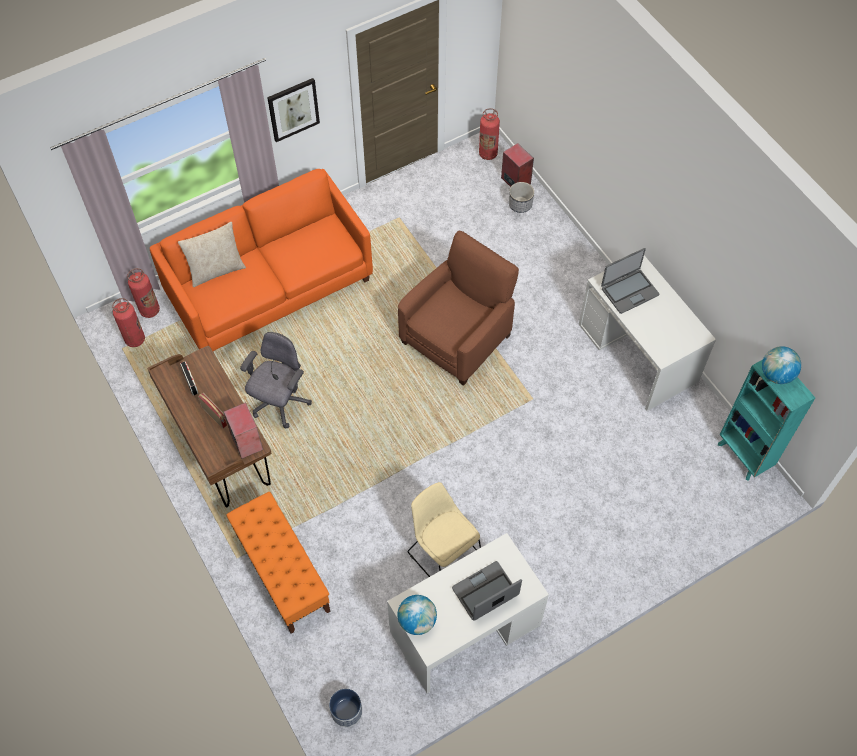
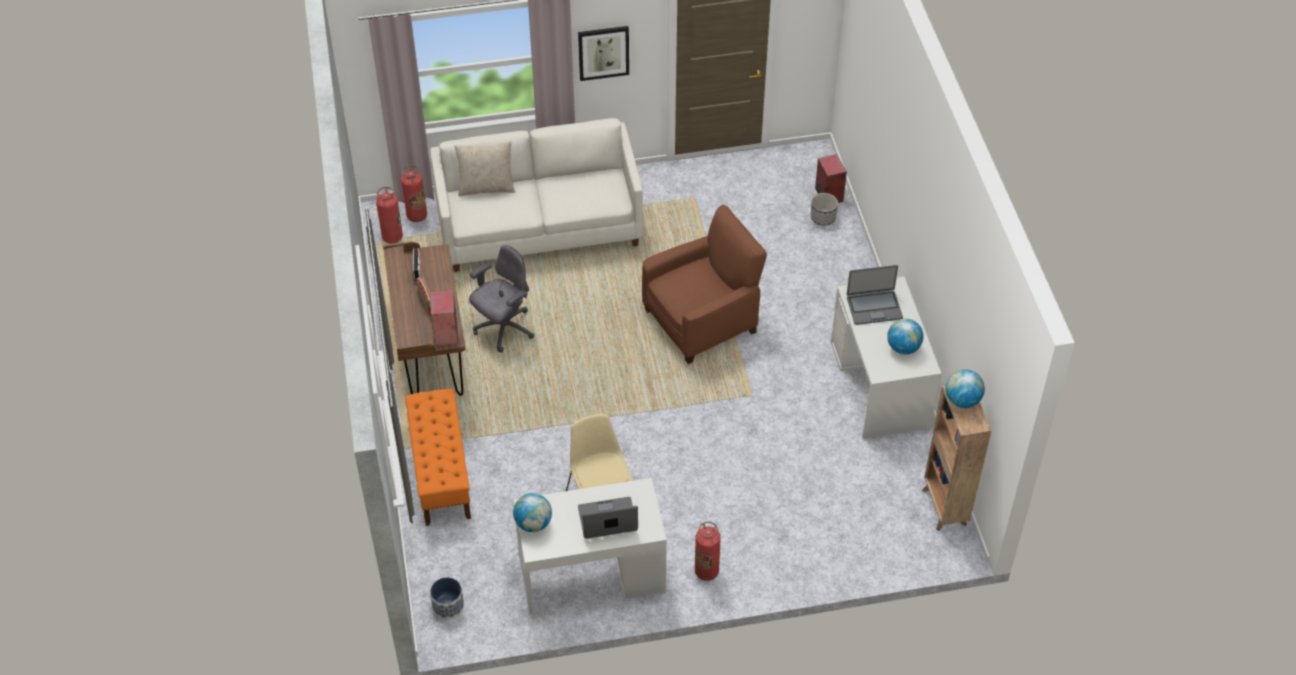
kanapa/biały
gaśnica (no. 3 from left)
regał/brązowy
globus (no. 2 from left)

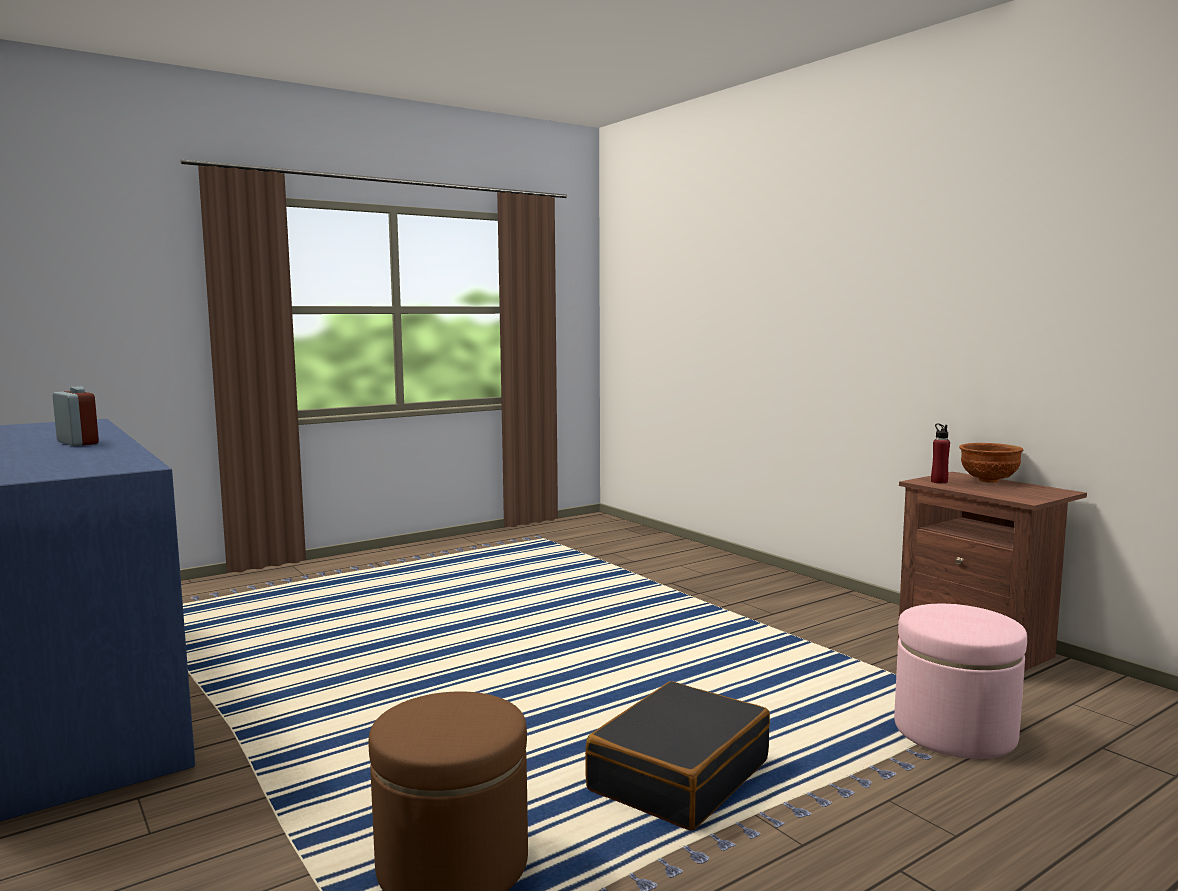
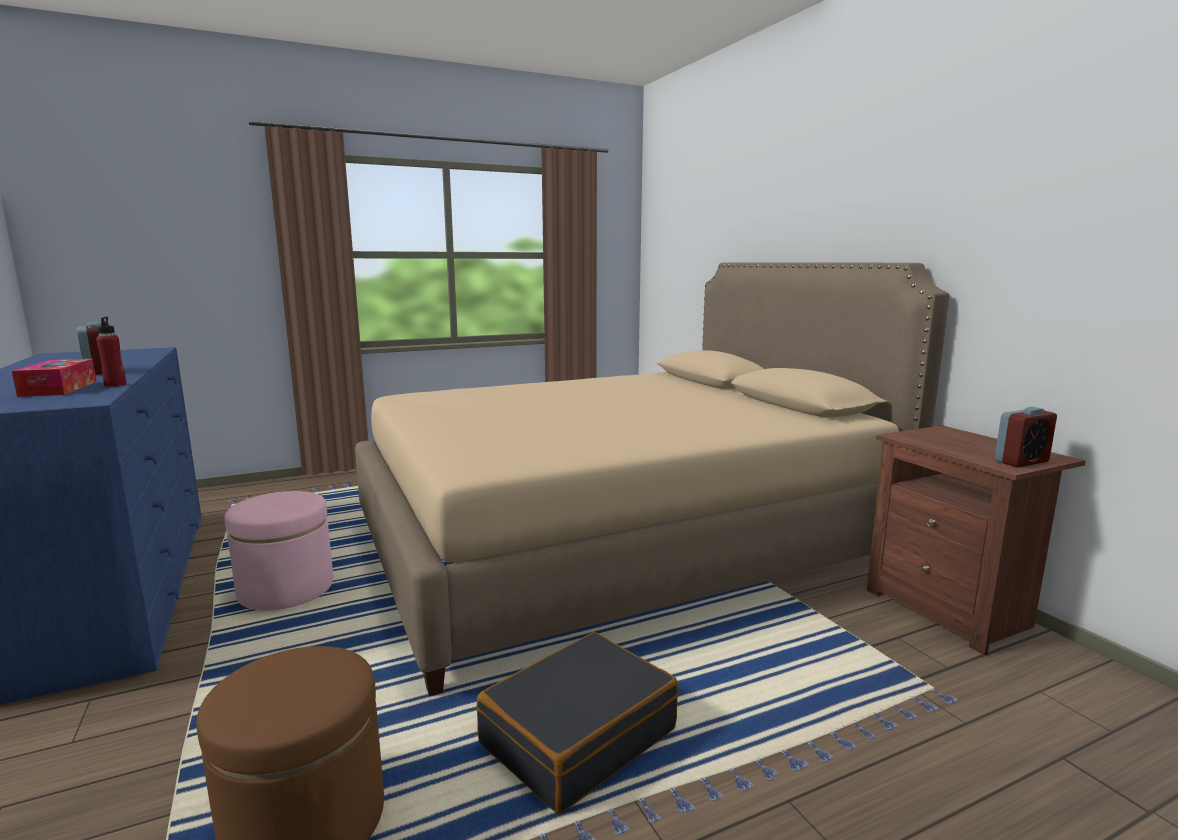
pufa/różowy
butelka/czerwony
miska/brązowy
pudełko chusteczek
łóżko/beżowy
budzik (no. 2 from left)

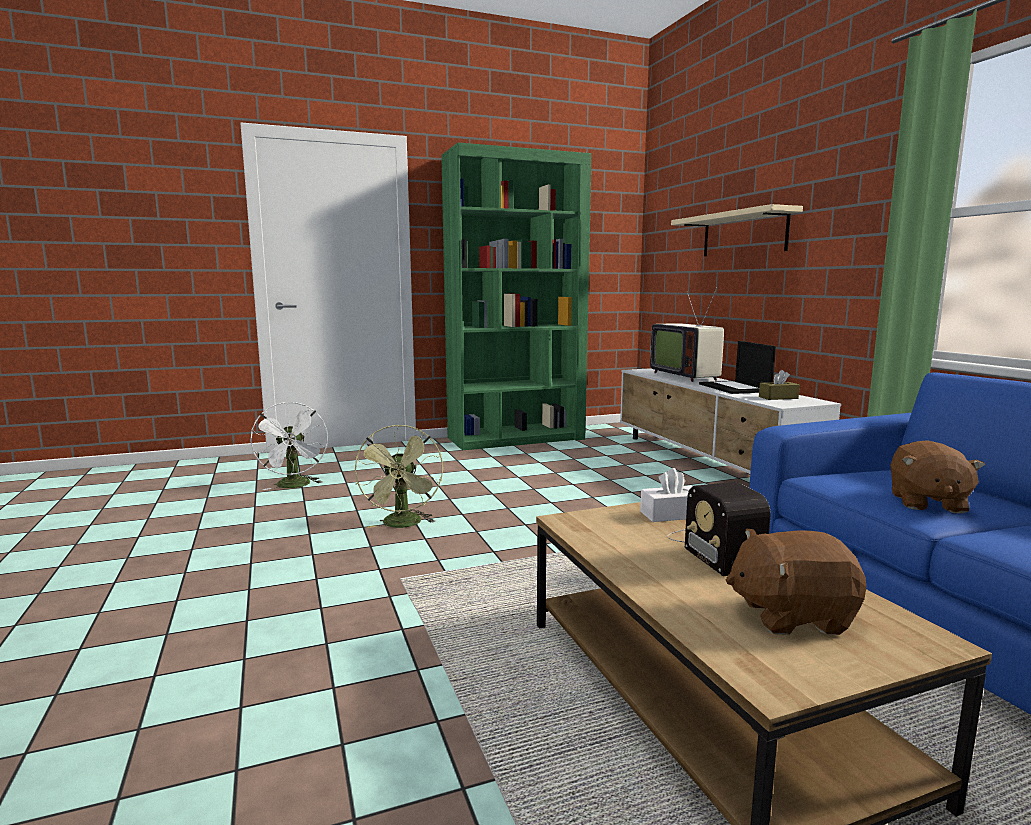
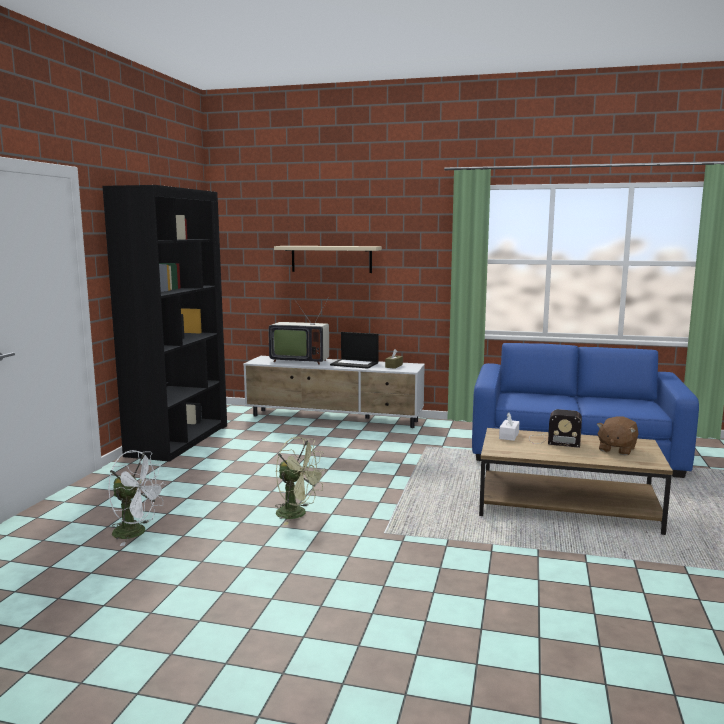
regał/czarny
pluszak/brązowy (no. 2 from left in the first image)

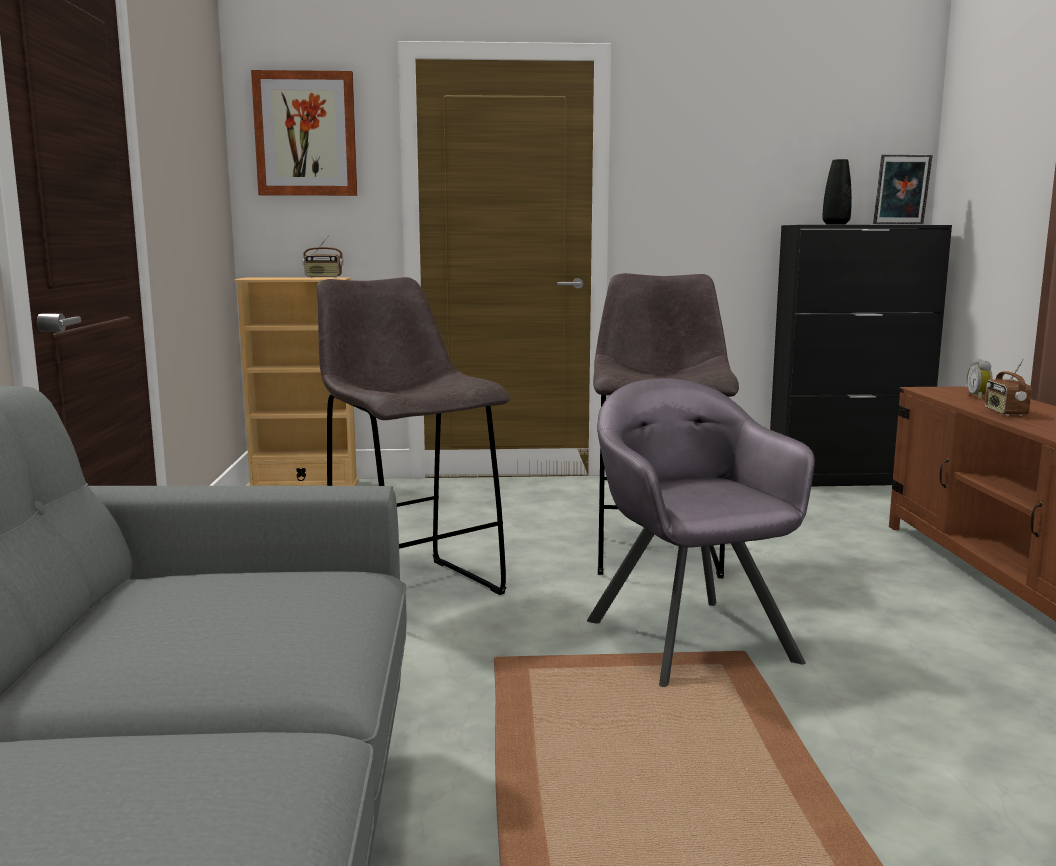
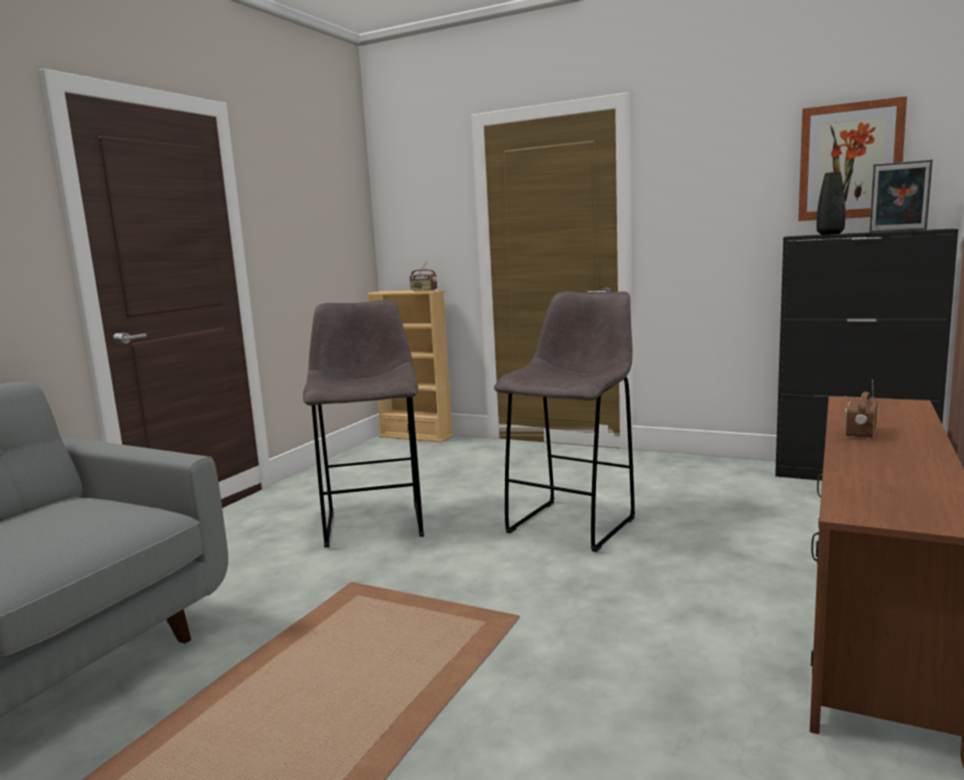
obraz
fotel/szary
budzik

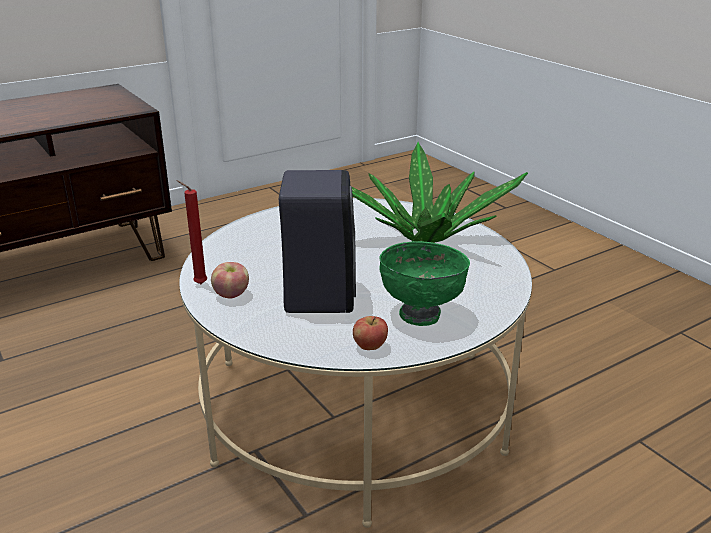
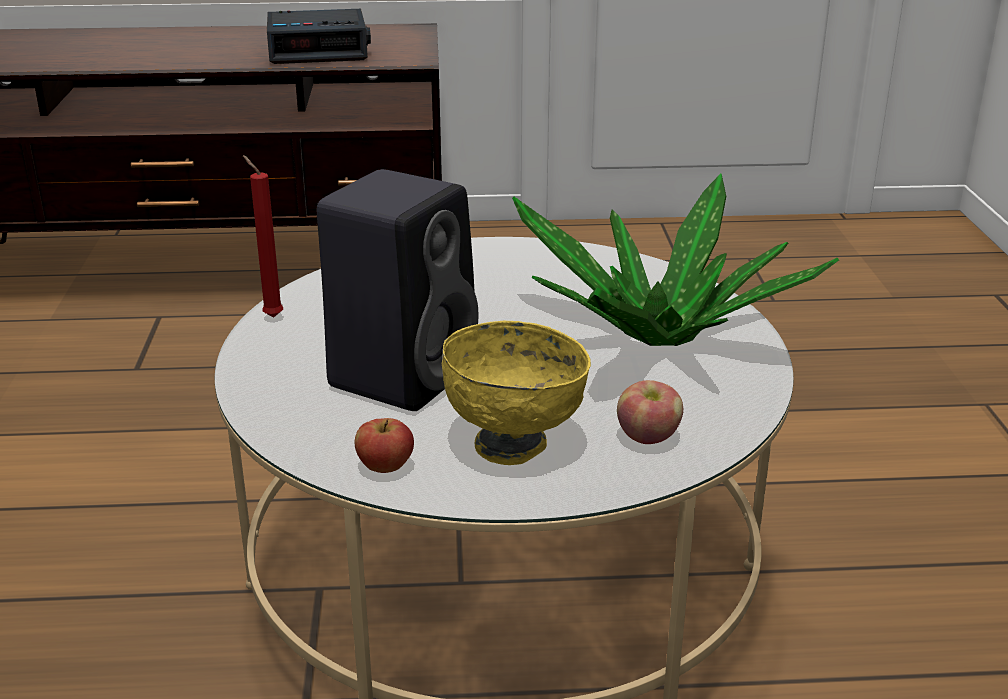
jabłko (no. 2 from left)
miska/żółty
budzik

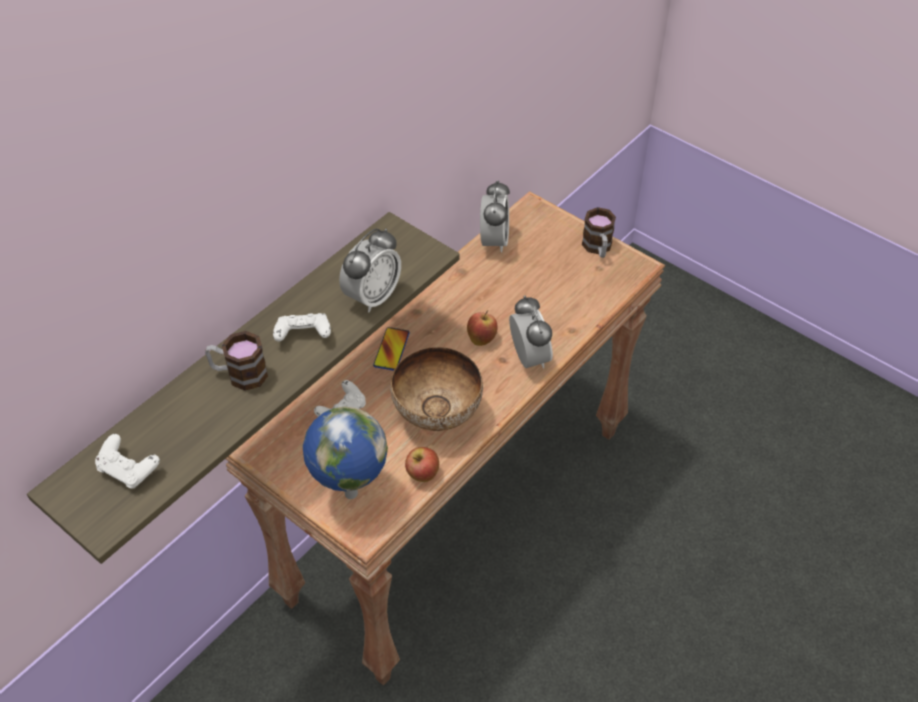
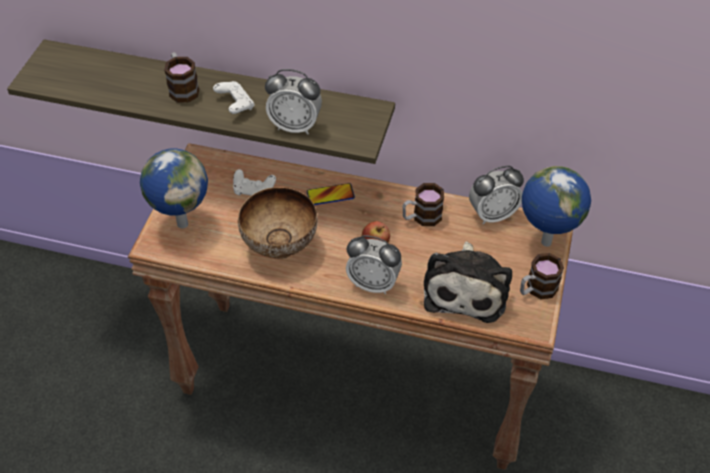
pad do gier/biały (no. 1 from left in the first image)
jabłko (no. 1 from left in the first image)
budzik (no. 2 from left)
kubek (no. 2 from left)
pluszak
globus (no. 2 from left)

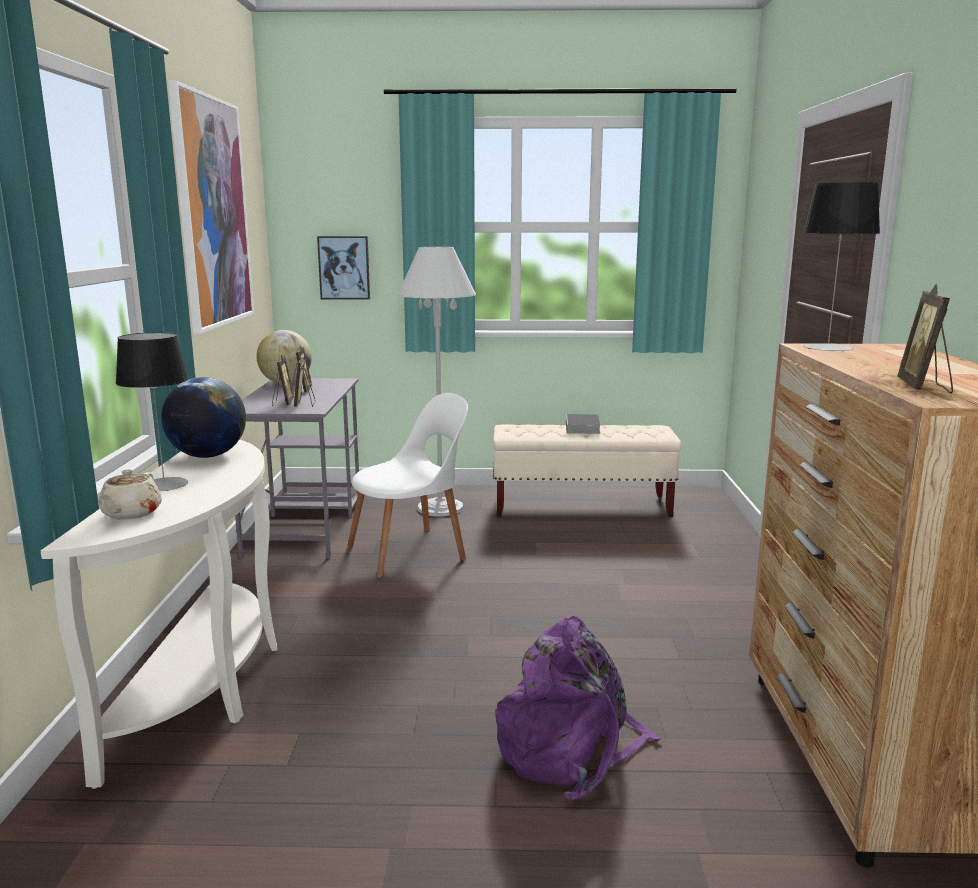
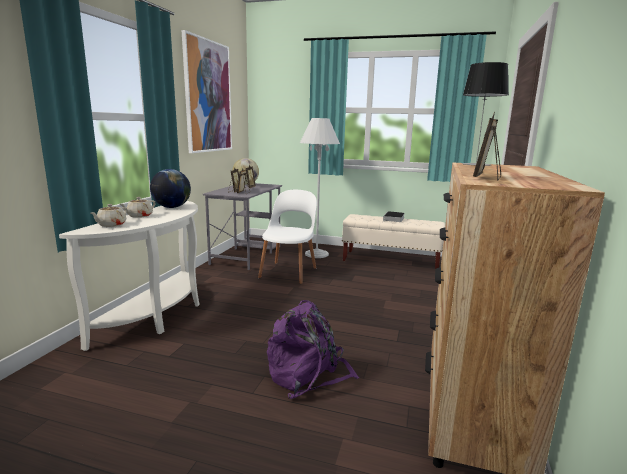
imbryk/beżowy (no. 2 from left)
obraz (no. 2 from left in the first image)
krzesło/biały

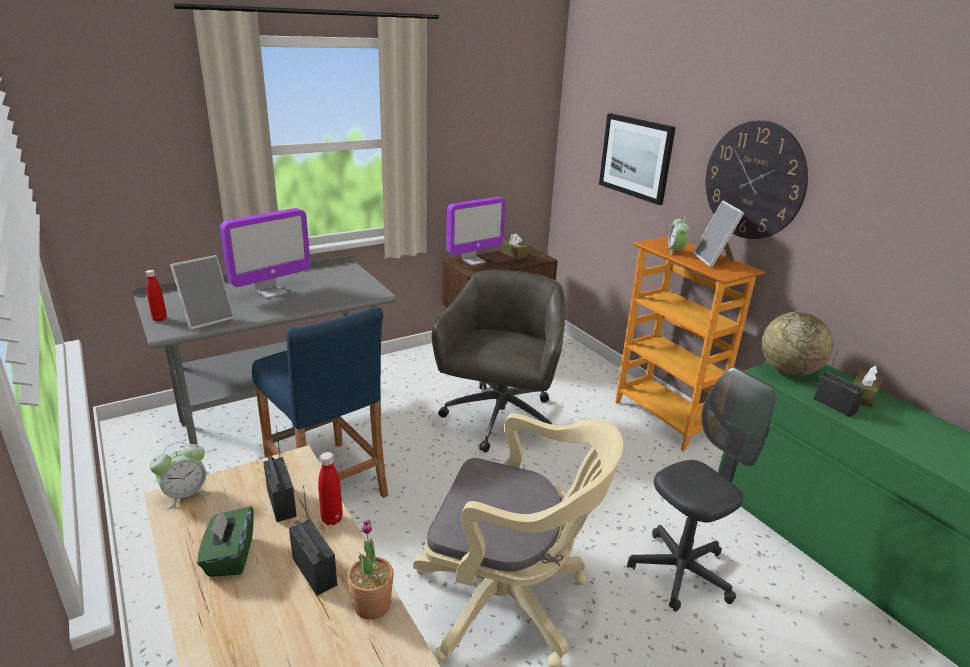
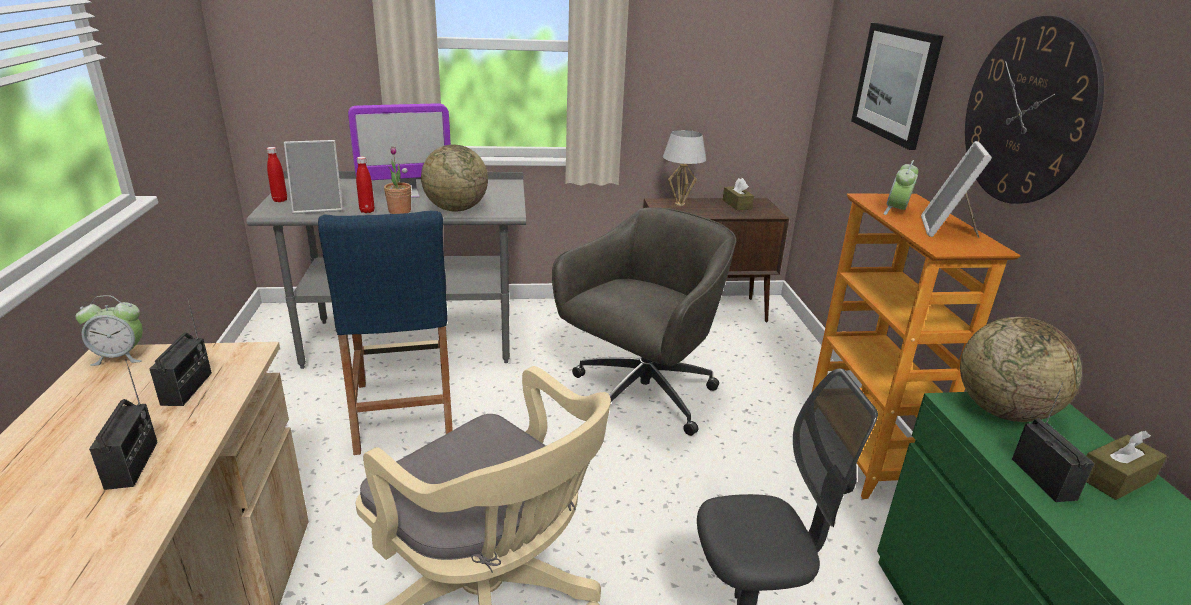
pudełko chusteczek/zielony
butelka/czerwony (no. 2 from left)
roślina doniczkowa
lampa stołowa/biały
globus (no. 1 from left)

